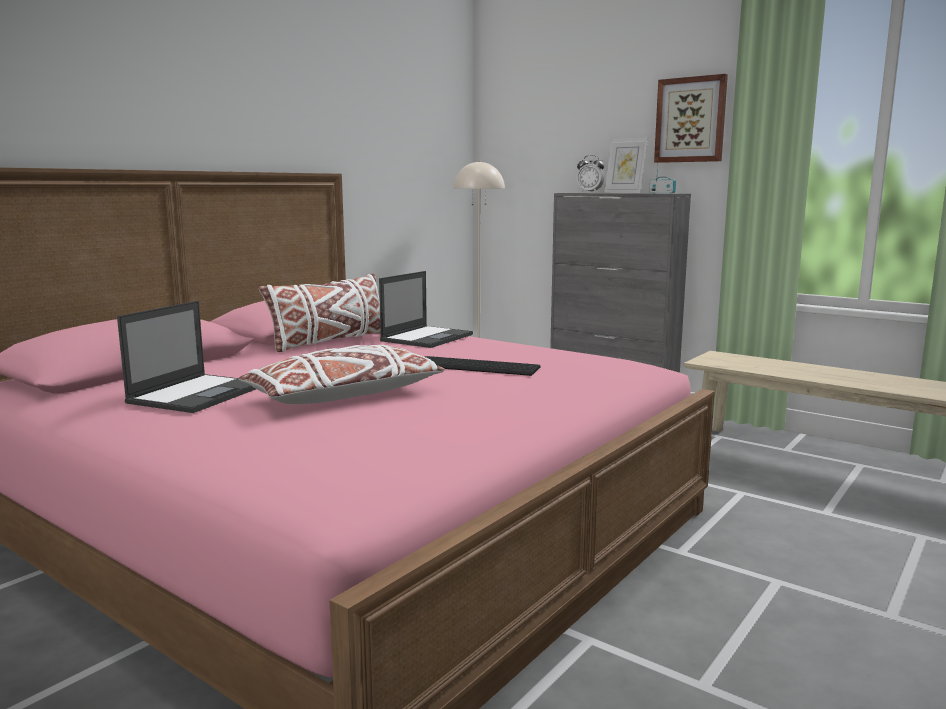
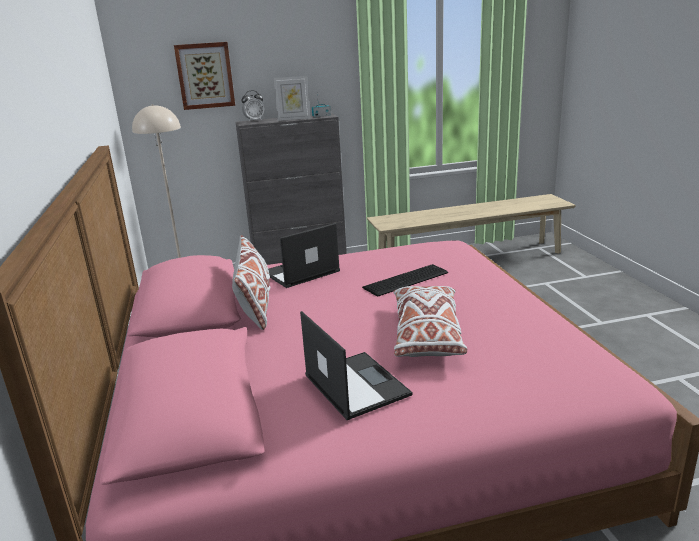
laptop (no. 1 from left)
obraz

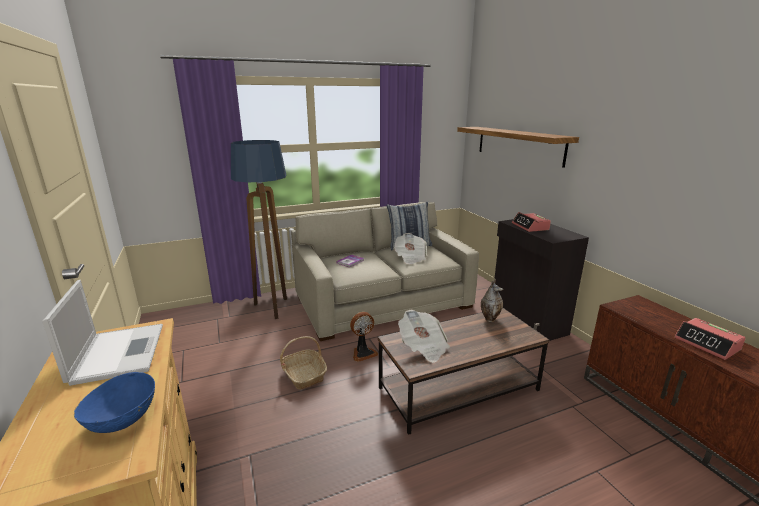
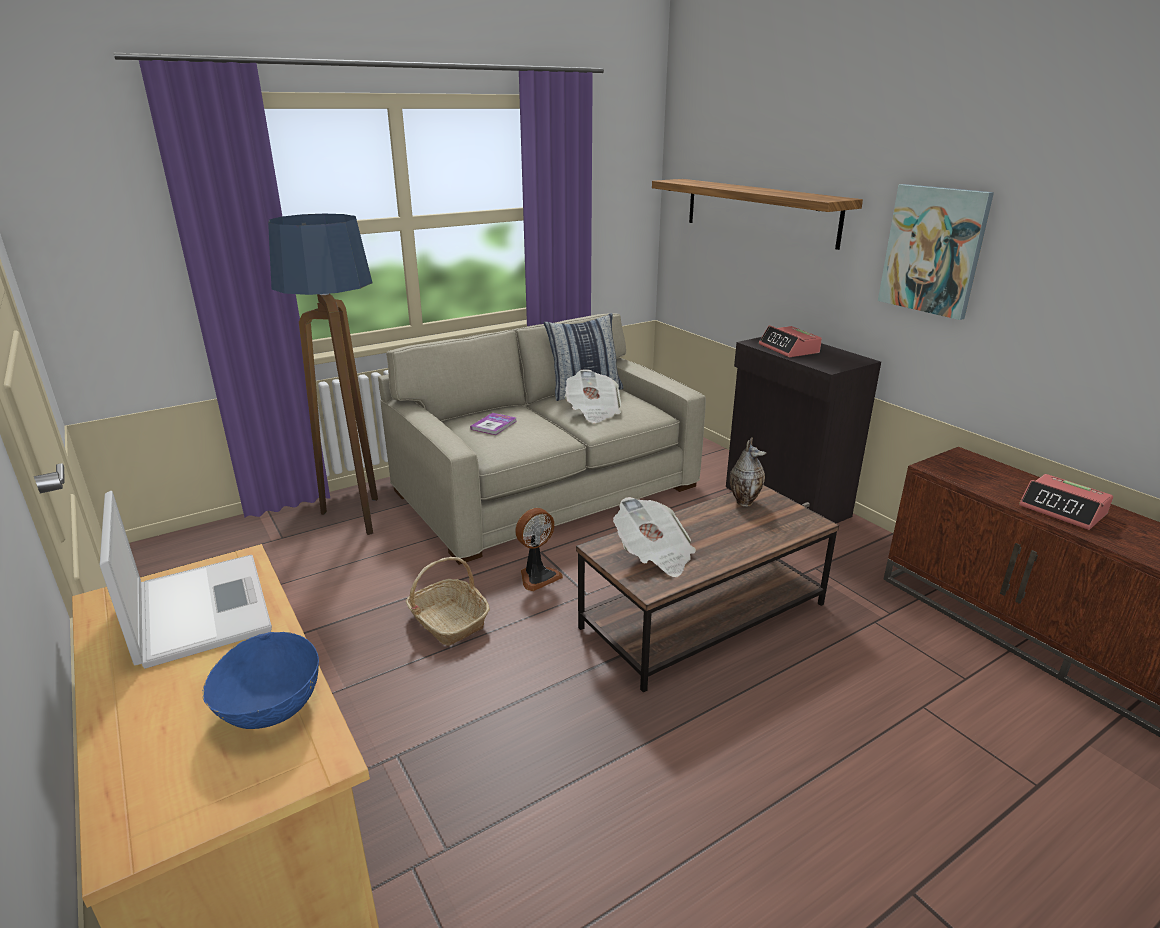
obraz

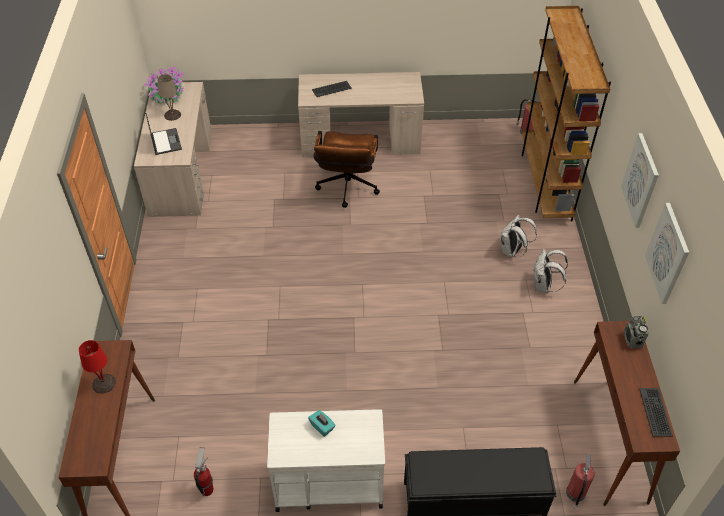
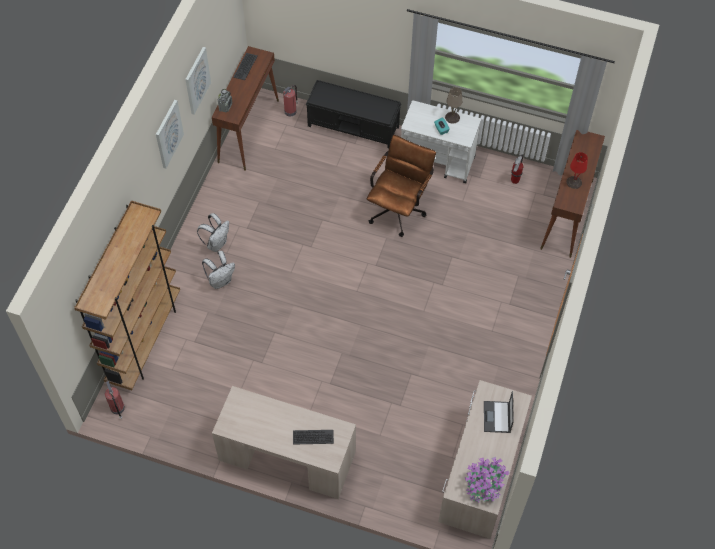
lampa stołowa/beżowy
krzesło biurowe/brązowy

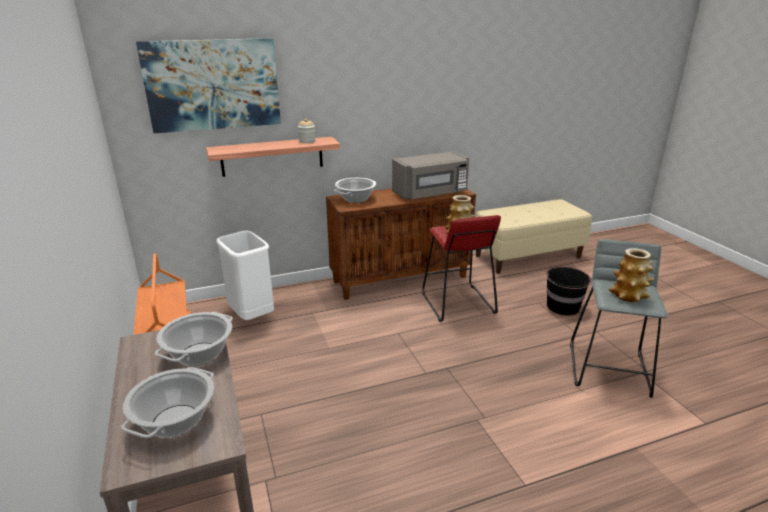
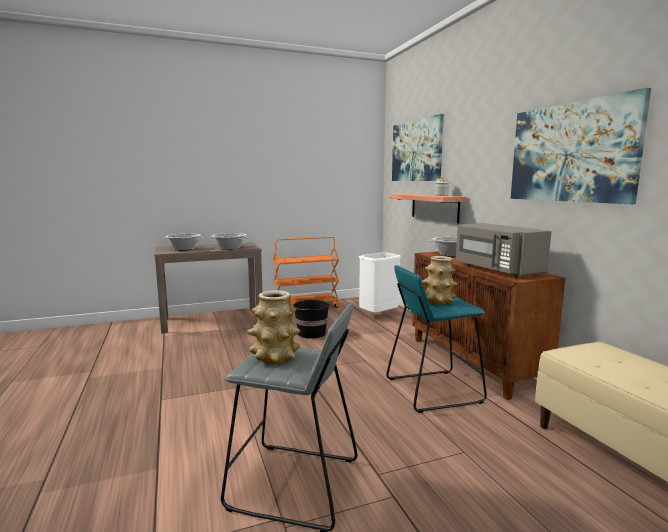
stołek/turkusowy
wiadro/czarny
obraz (no. 2 from left)

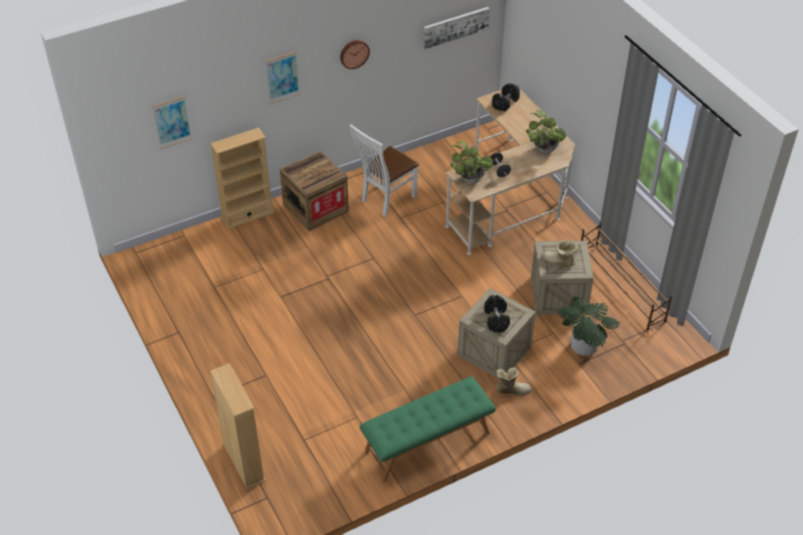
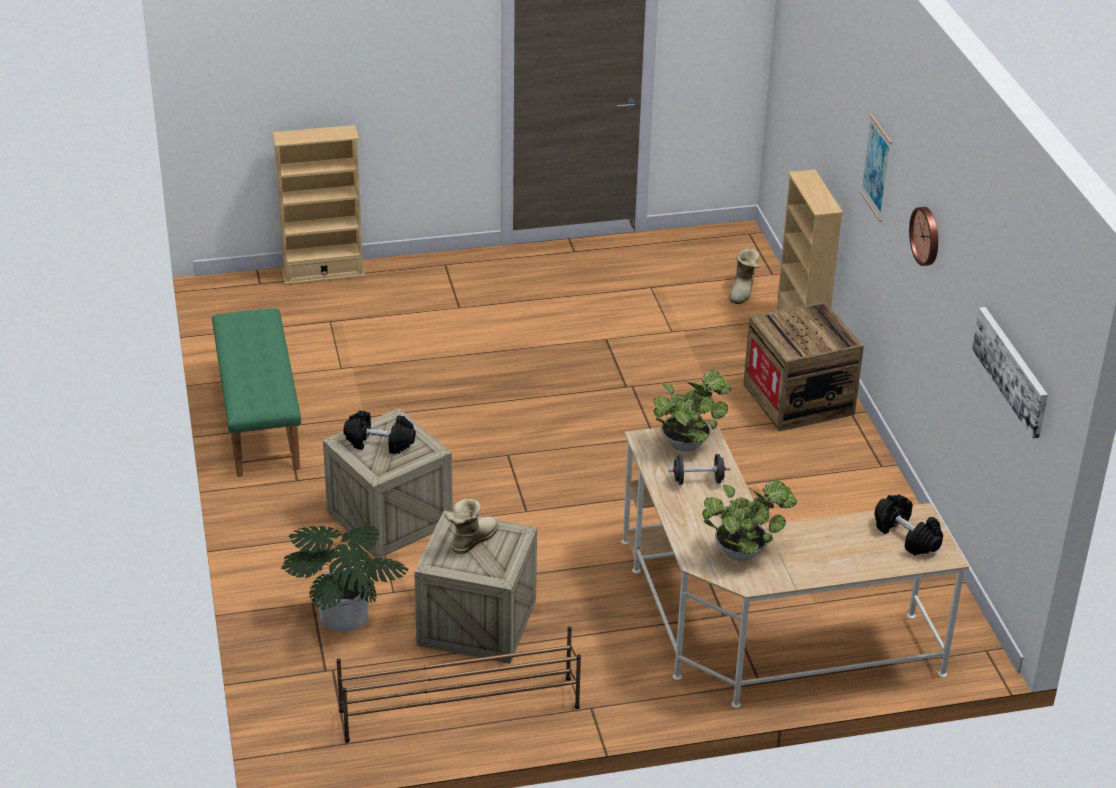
obraz (no. 1 from left in the first image)
krzesło/biały
but z cholewką (no. 2 from left)

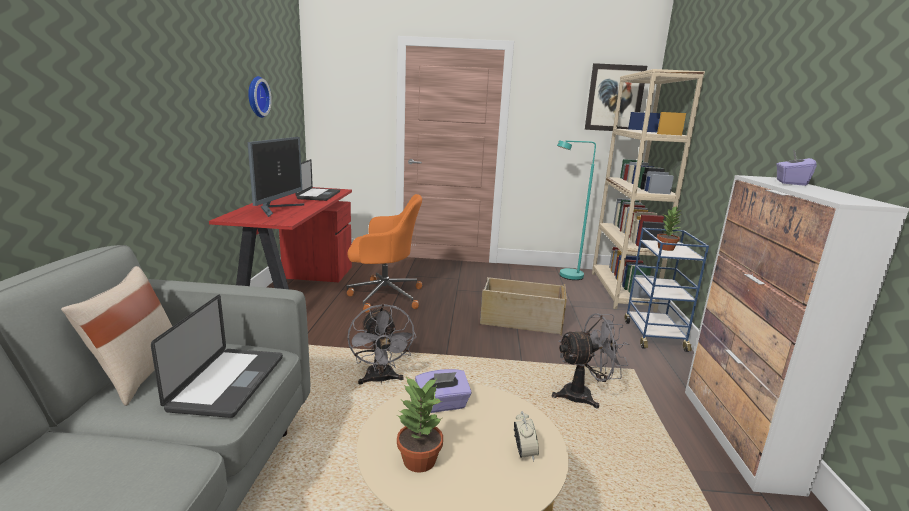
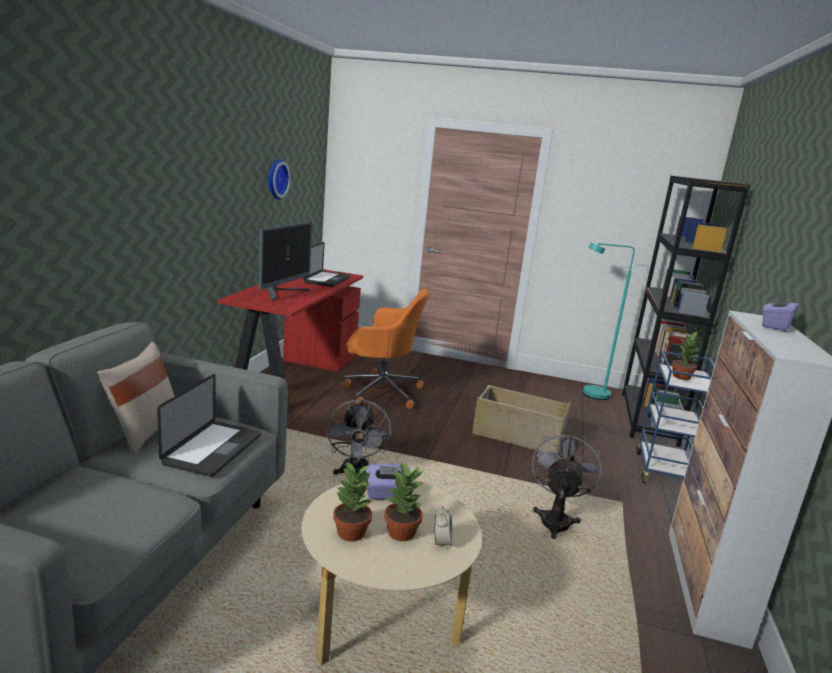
wentylator/szary (no. 2 from left)
obraz
regał/czarny
roślina doniczkowa (no. 2 from left)

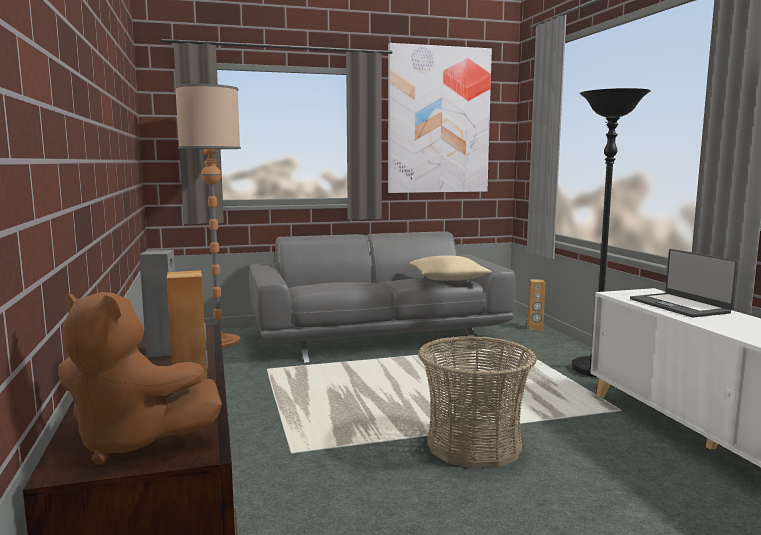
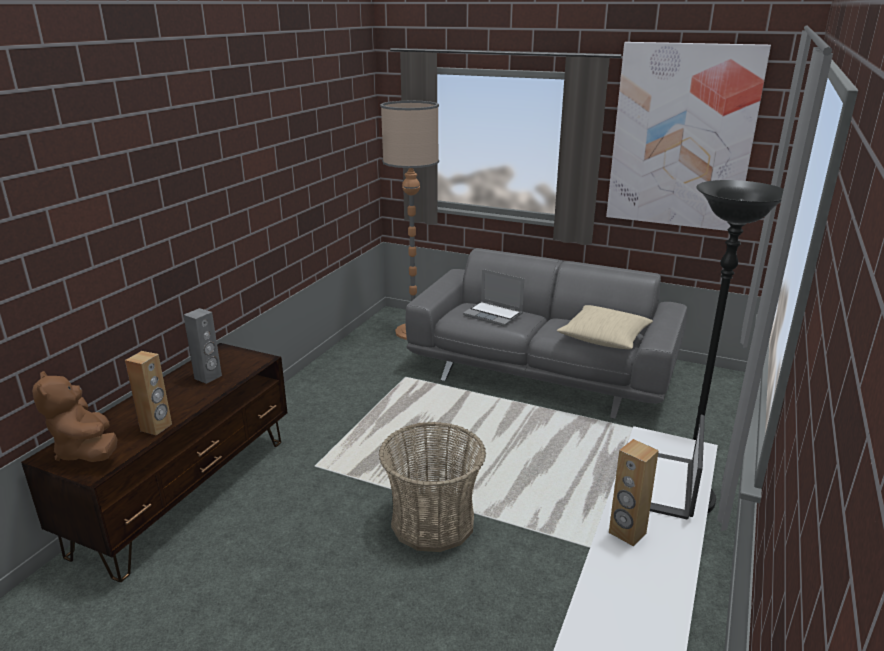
głośnik/brązowy (no. 2 from left)
laptop (no. 1 from left)

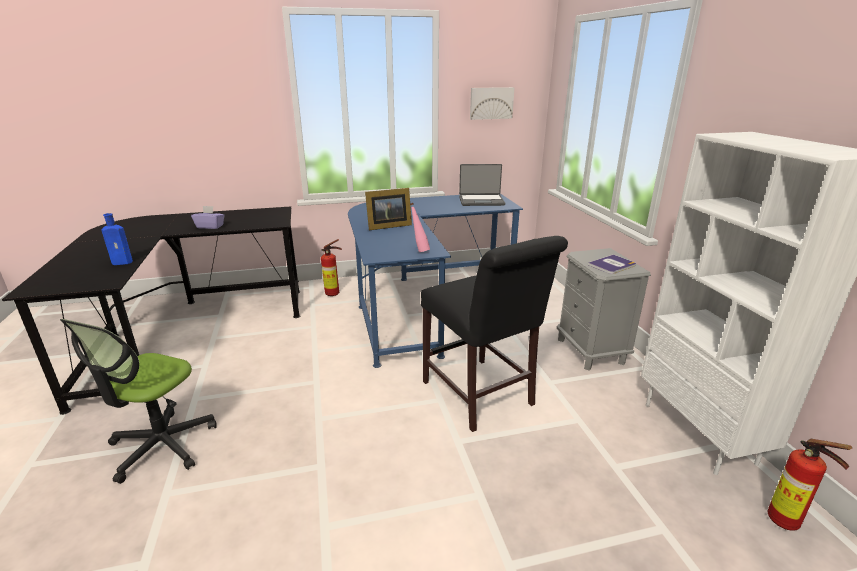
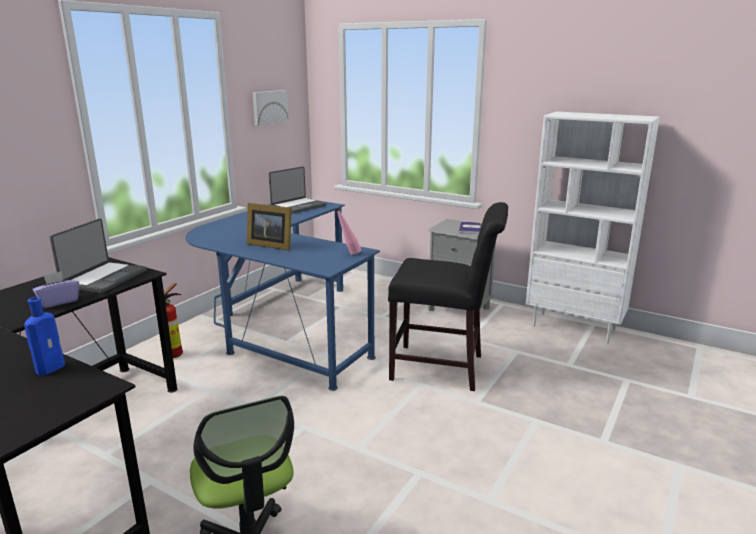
ramka na zdjęcie
gaśnica (no. 2 from left in the first image)
laptop (no. 1 from left)

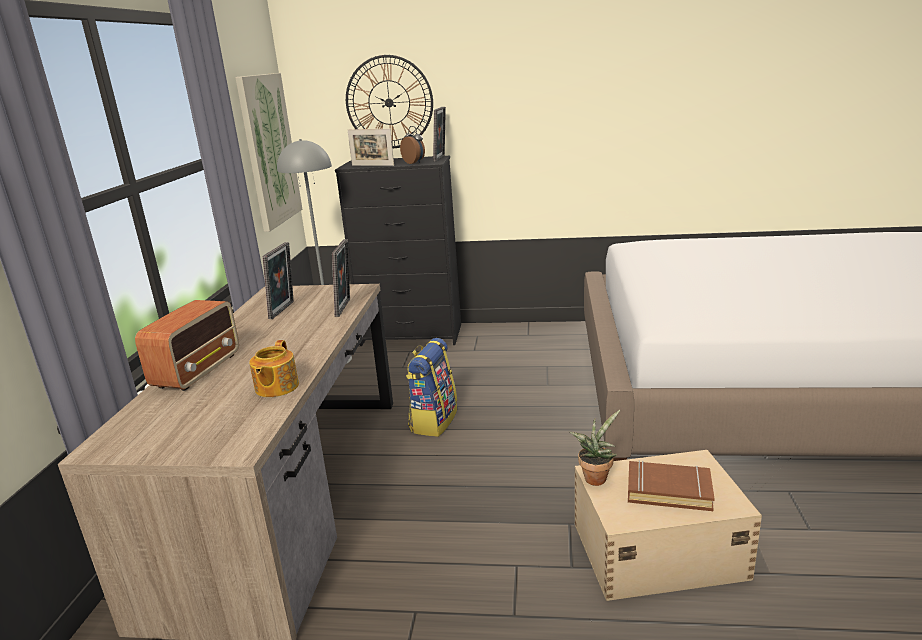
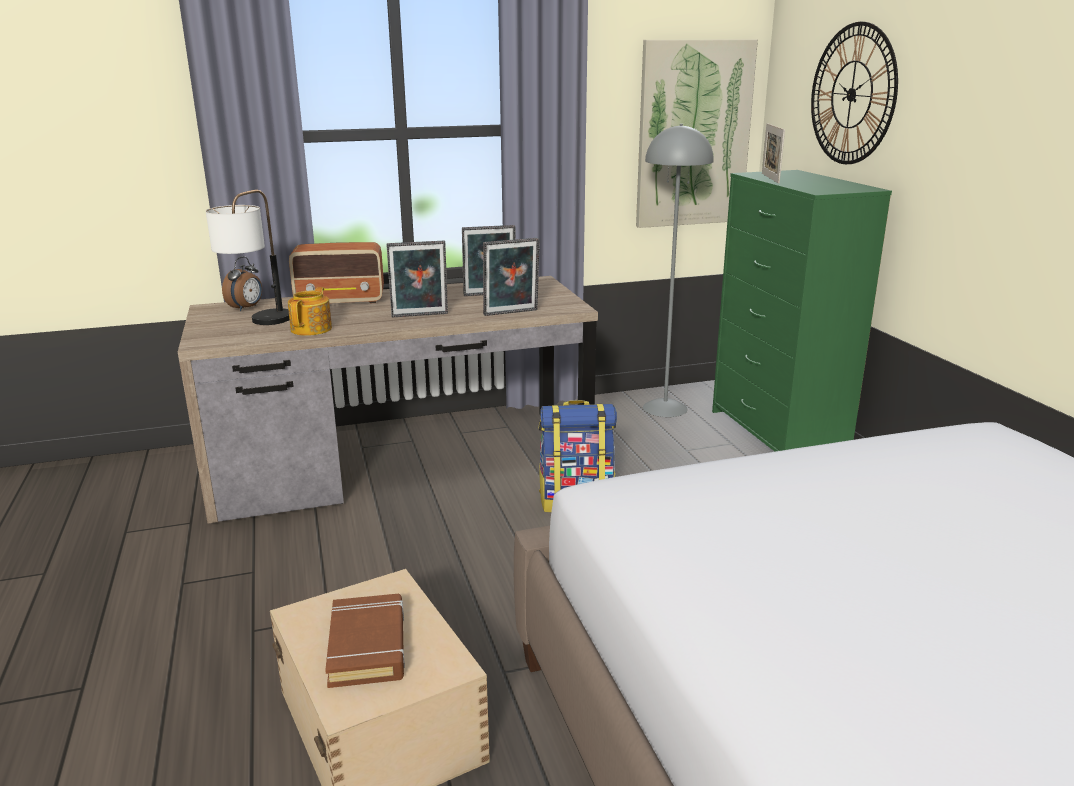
imbryk
komoda/zielony
budzik
ramka na zdjęcie (no. 1 from left)
roślina doniczkowa
lampa stołowa

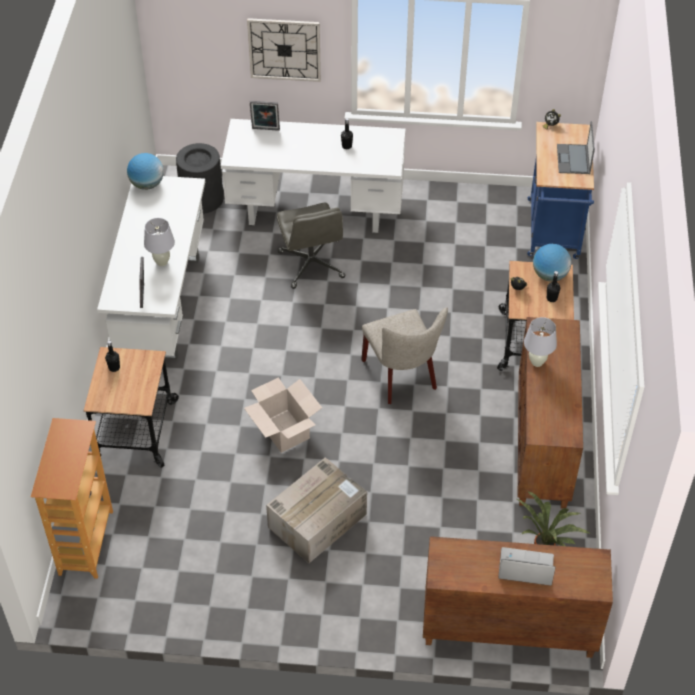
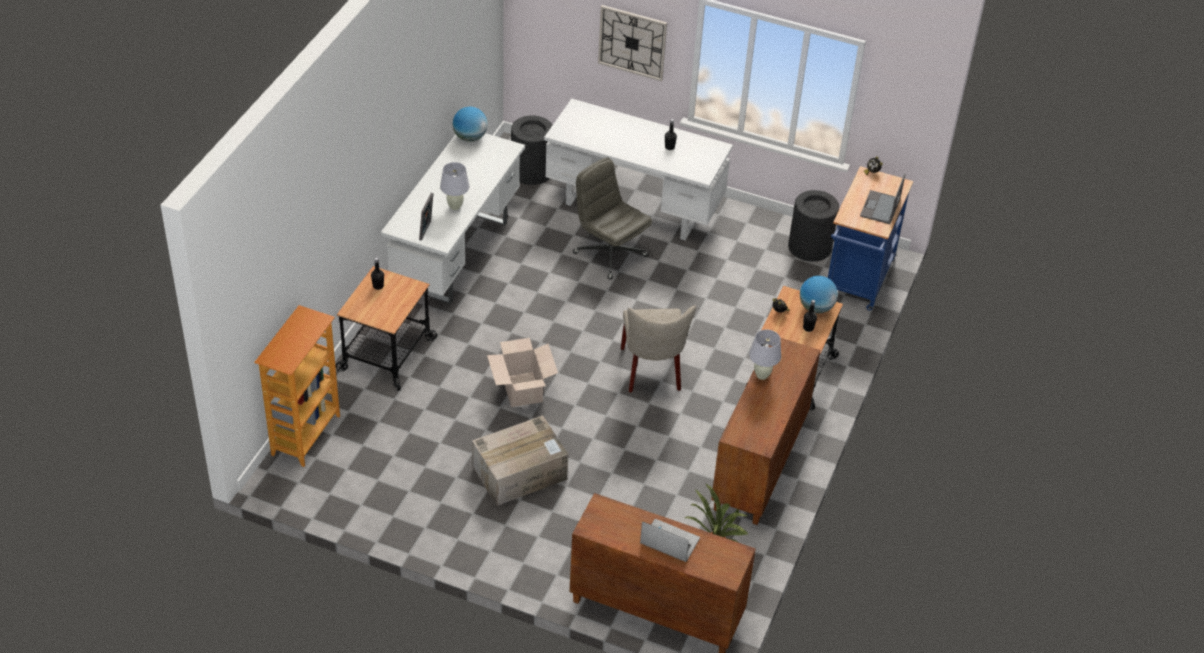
ramka na zdjęcie (no. 2 from left in the first image)
krzesło biurowe/szary
kosz na śmieci/czarny (no. 2 from left)

